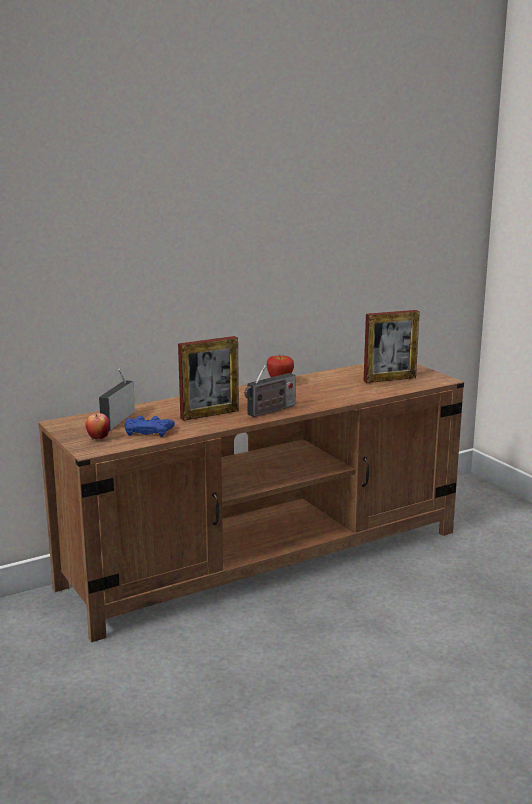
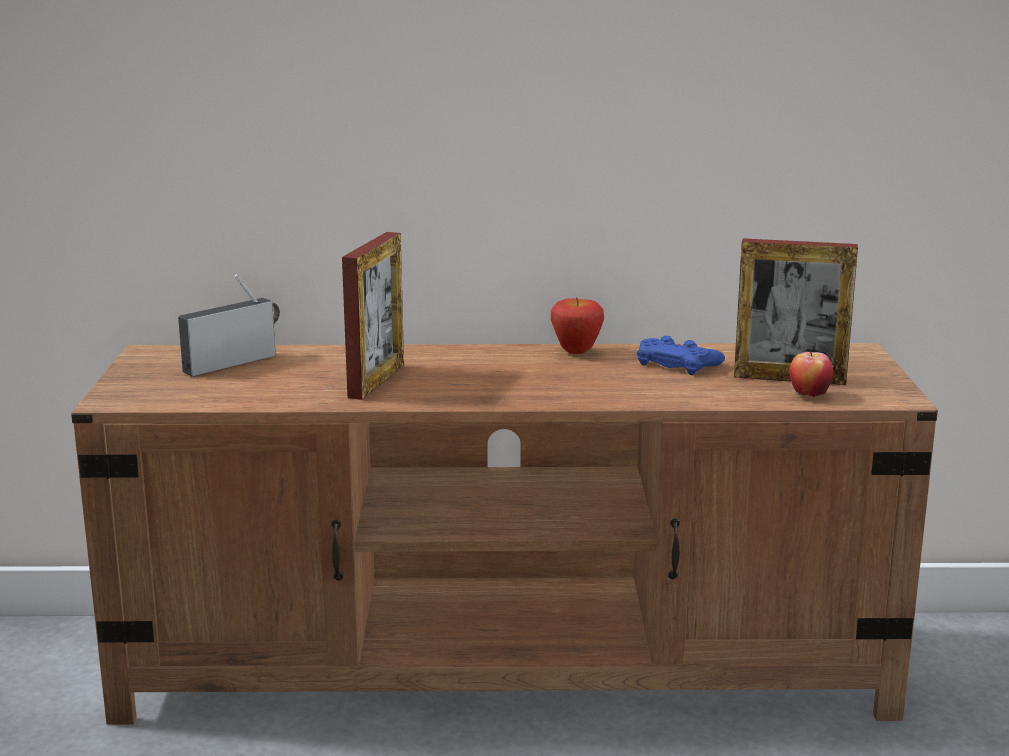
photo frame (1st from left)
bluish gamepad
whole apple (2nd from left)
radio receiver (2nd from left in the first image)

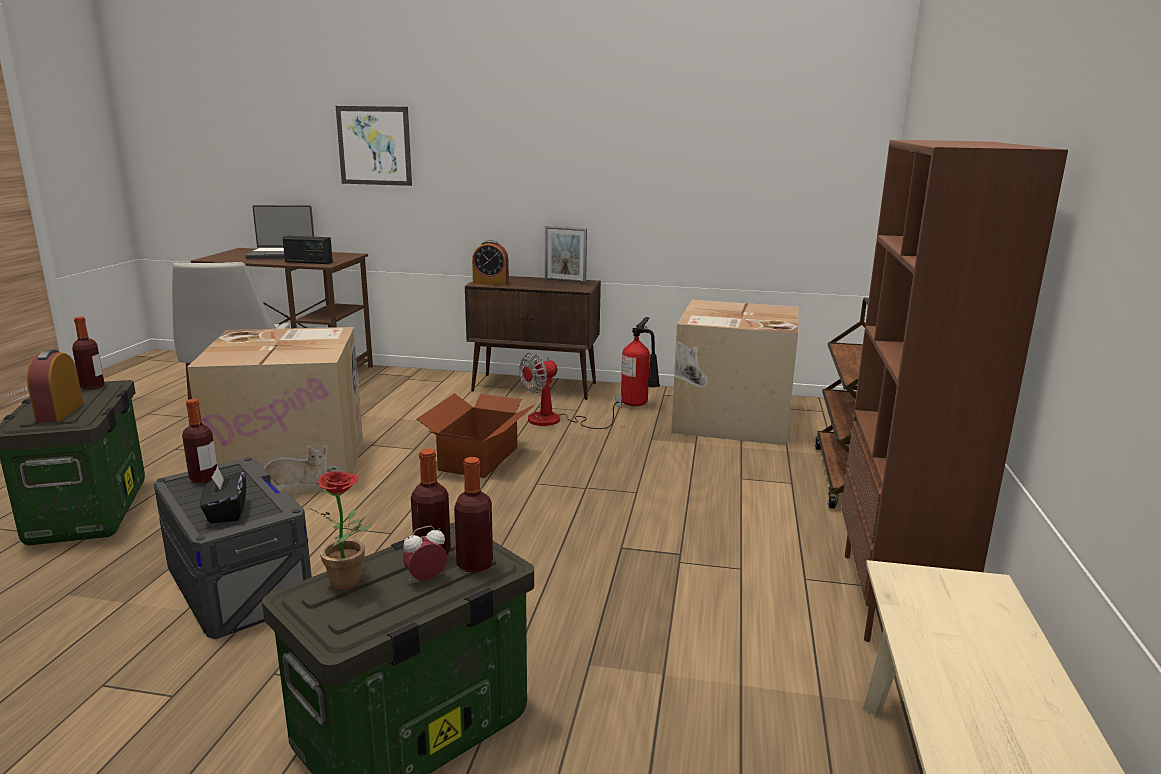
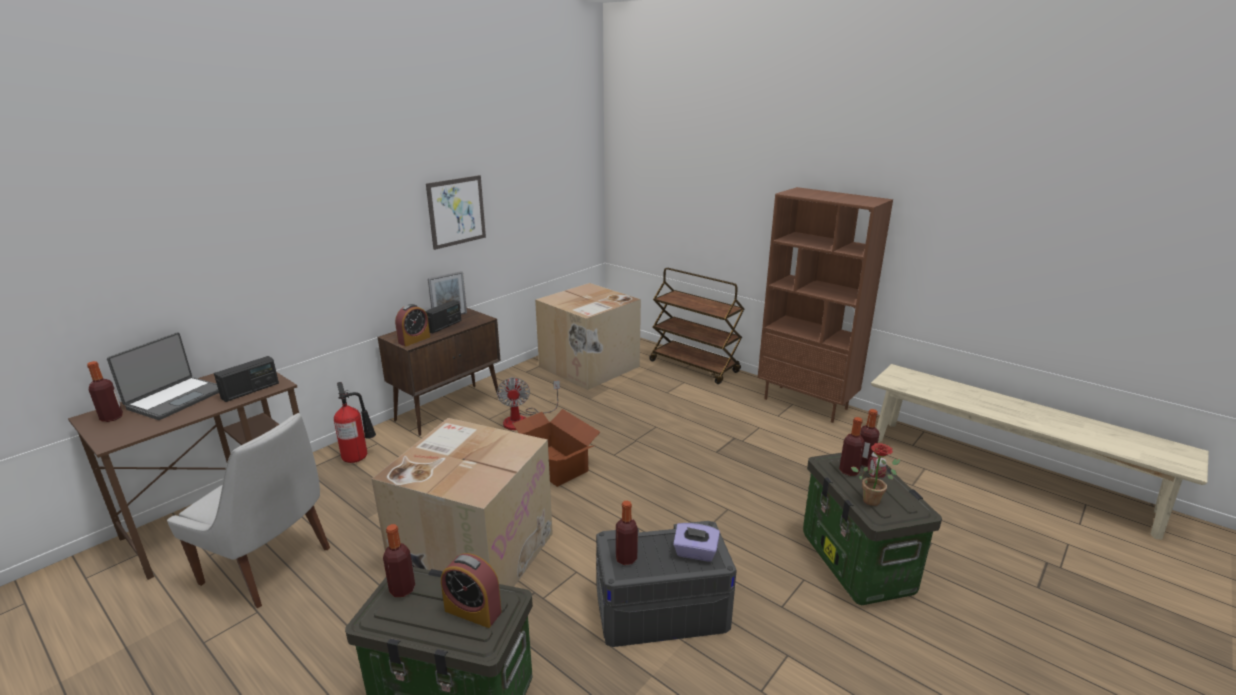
bottle (1st from left)
extinguisher
radio receiver (2nd from left)
wall picture
purplish box of tissues

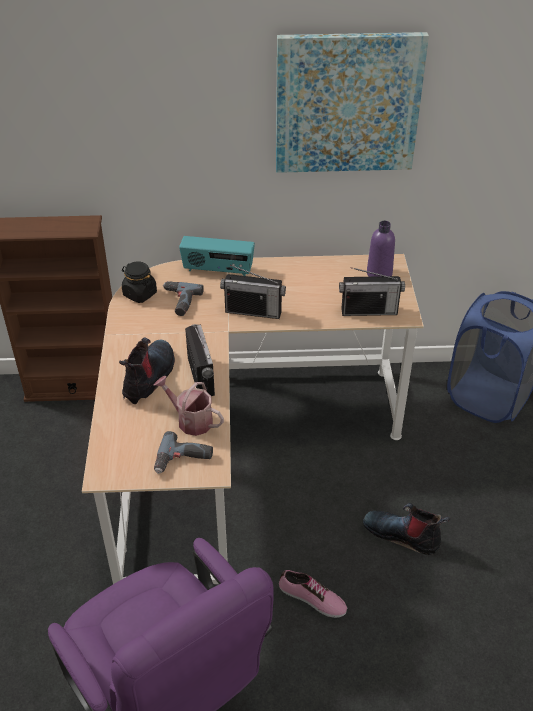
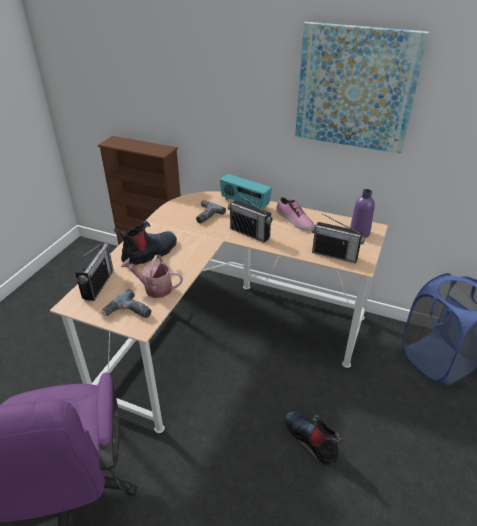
radio receiver (1st from left)
watering can
low shoe
black-coloured preserve jar

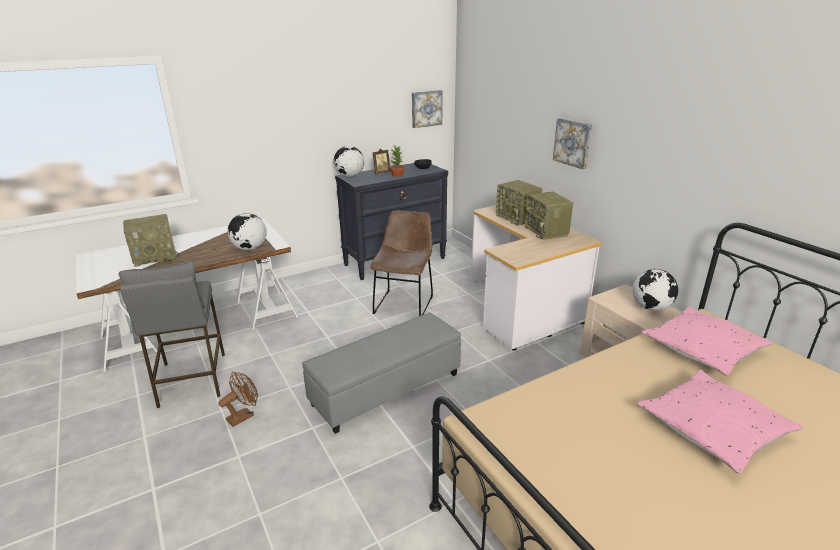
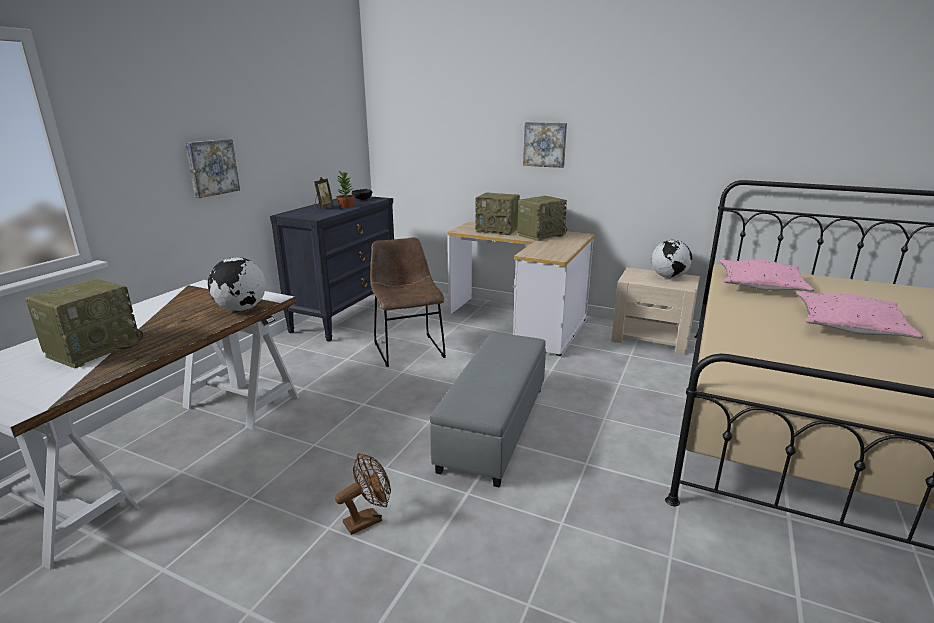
wall picture (1st from left)
brown-coloured fan
radio receiver (3rd from left)
greyish sitting stool
desk globe (2nd from left in the first image)

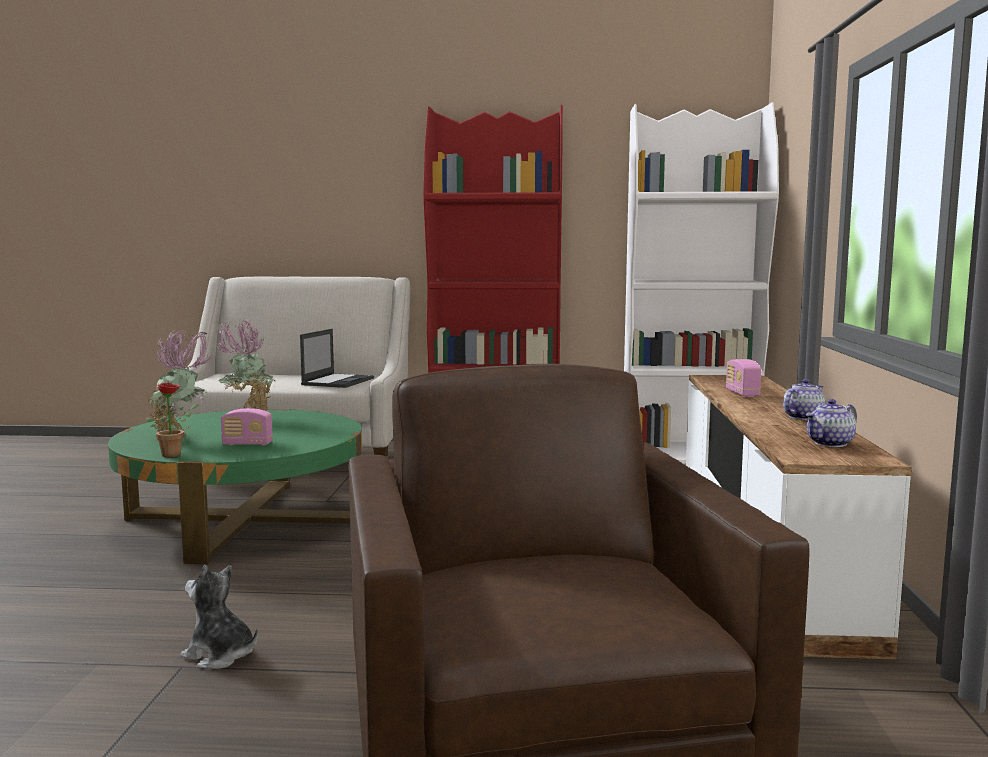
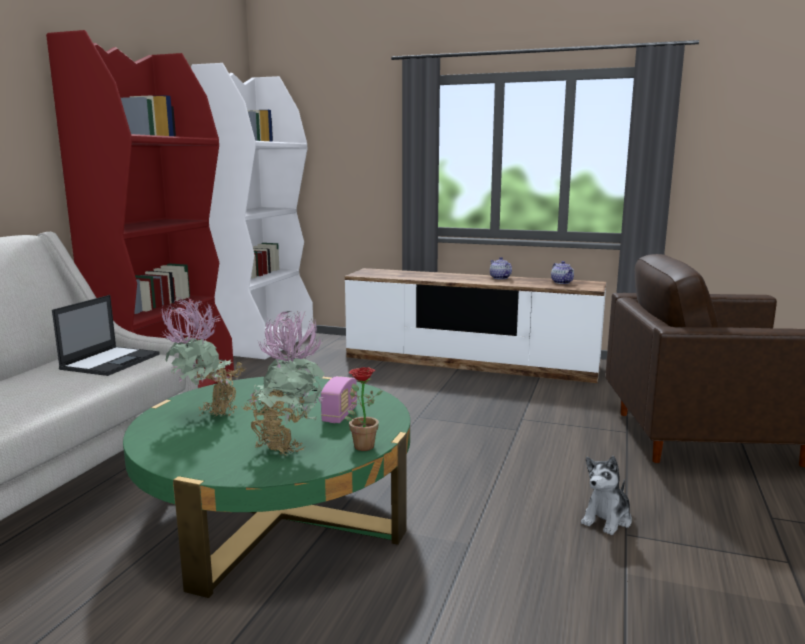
notebook computer
radio receiver (2nd from left in the first image)

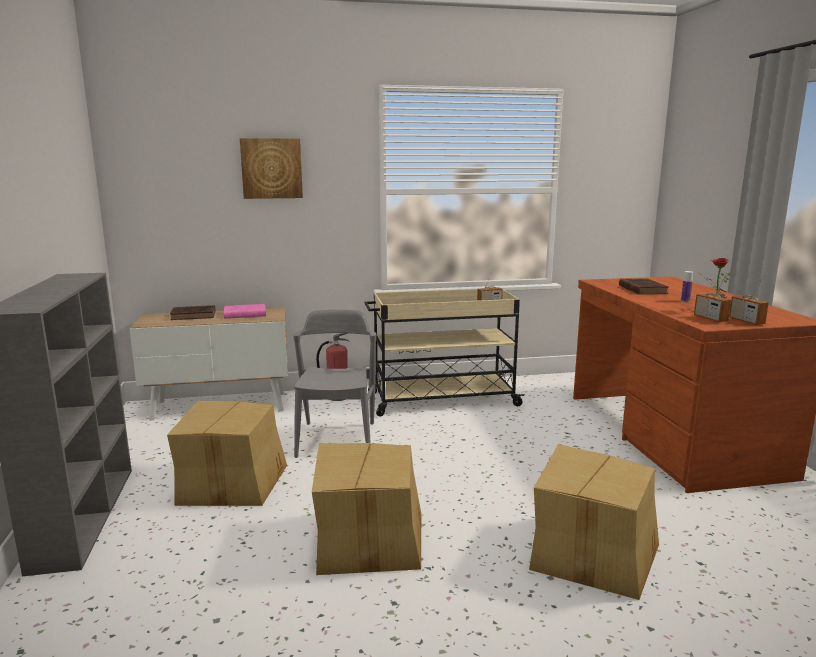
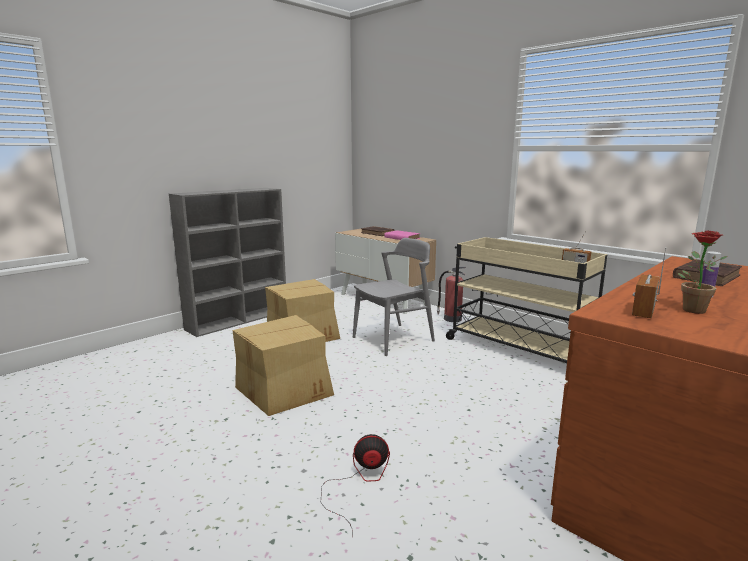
fan
wall picture
radio receiver (3rd from left in the first image)

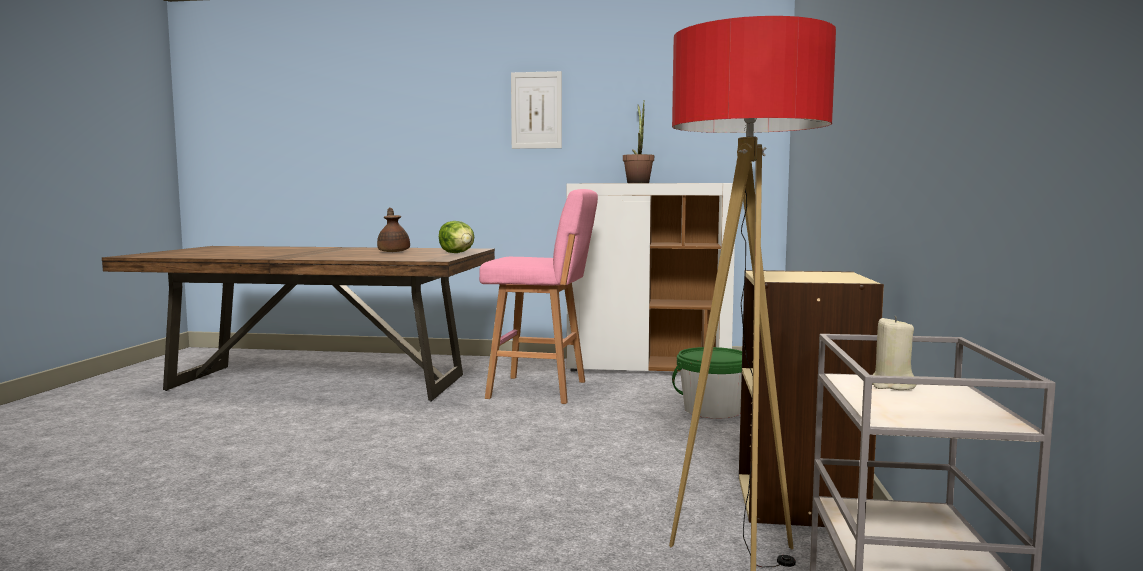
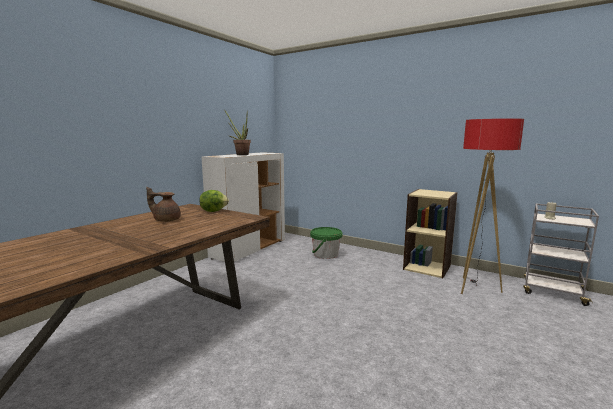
pink sitting stool
wall picture

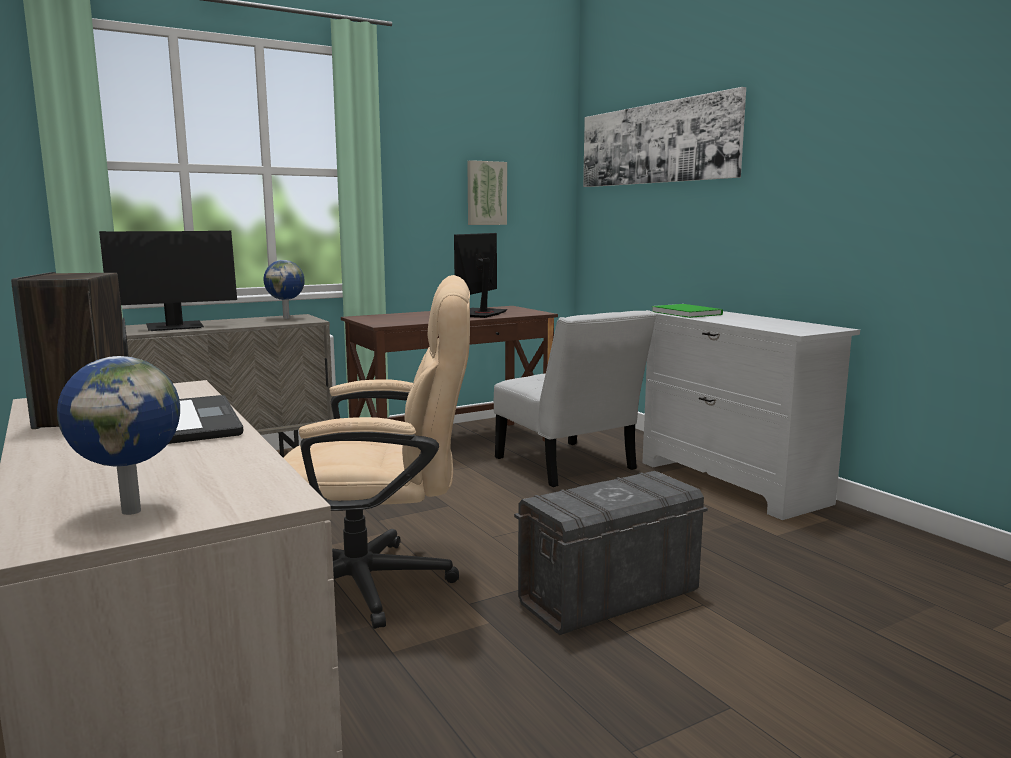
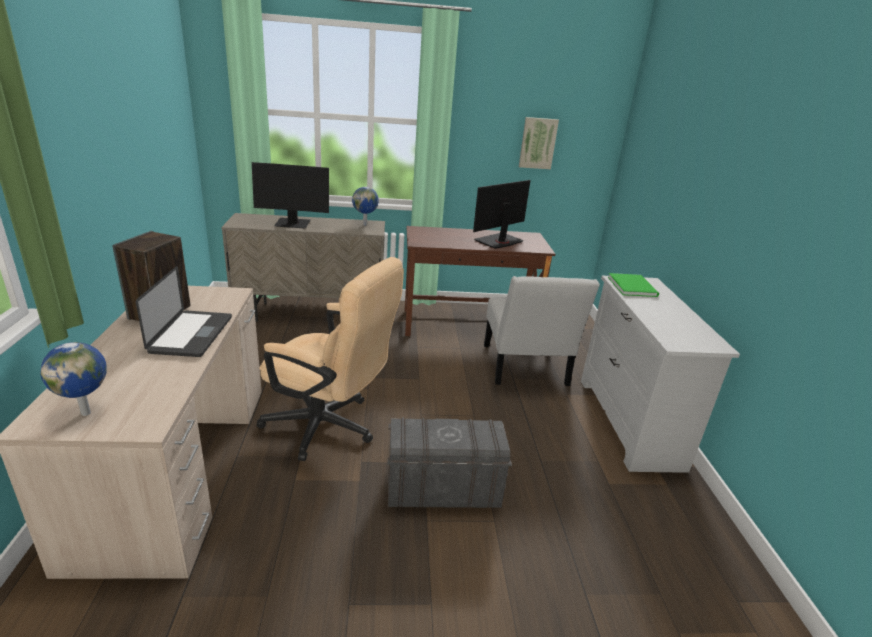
wall picture (2nd from left in the first image)

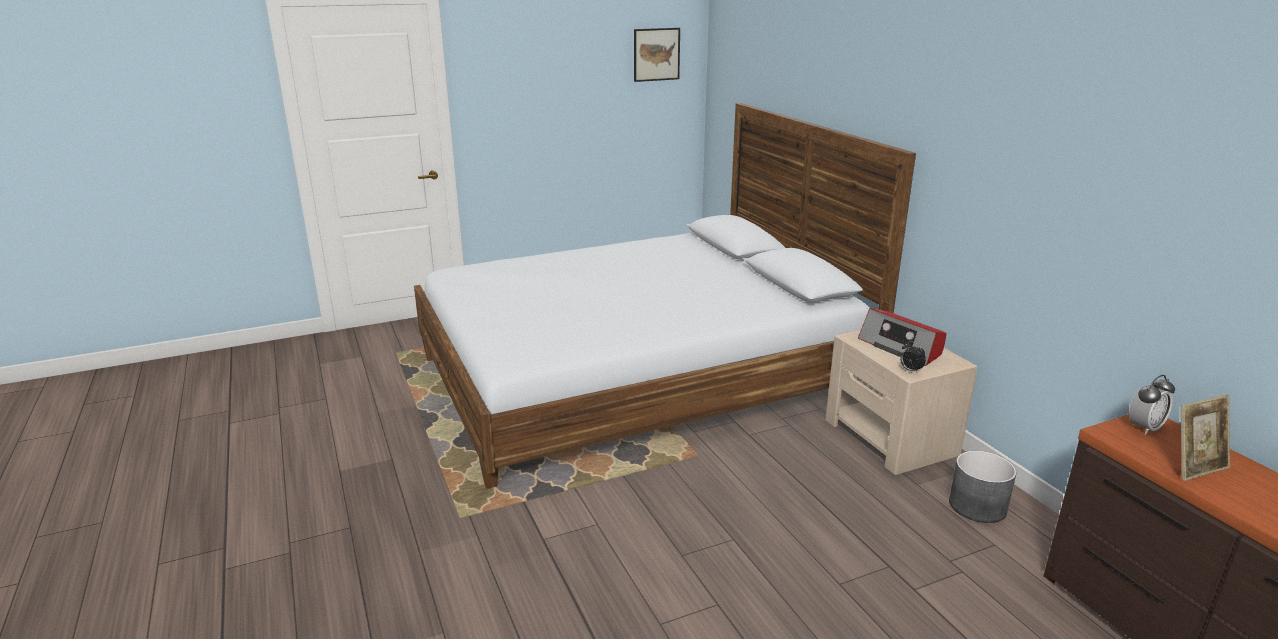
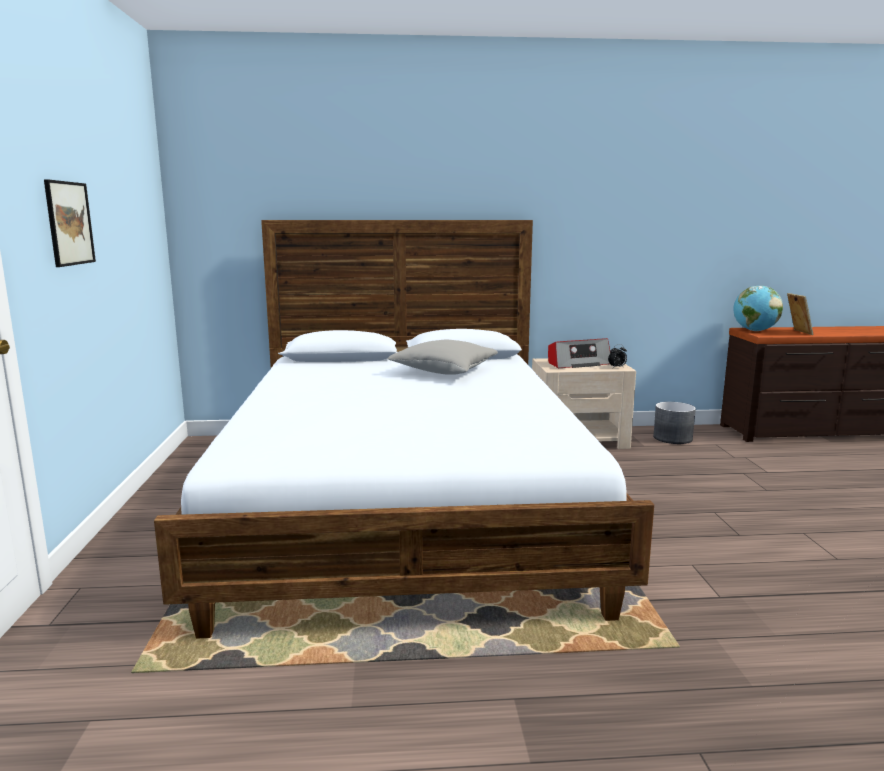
wall picture
greyish throw pillow
desk globe

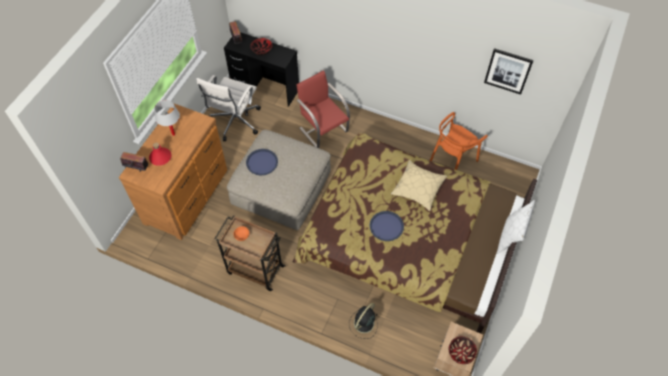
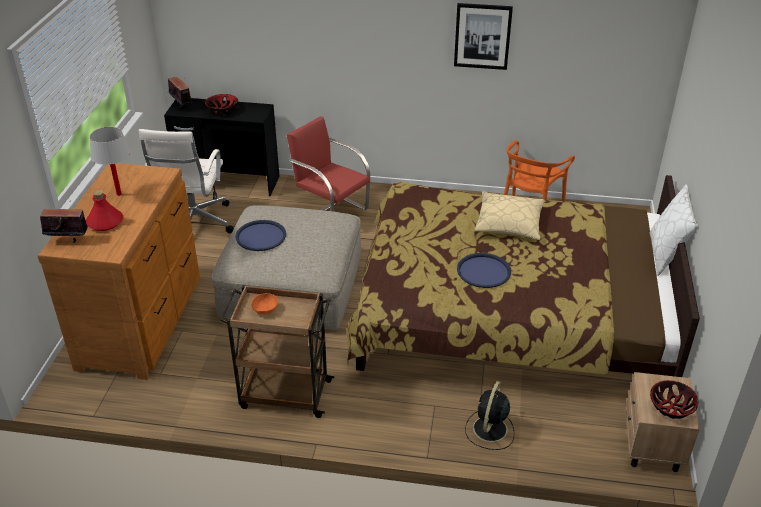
wall picture

